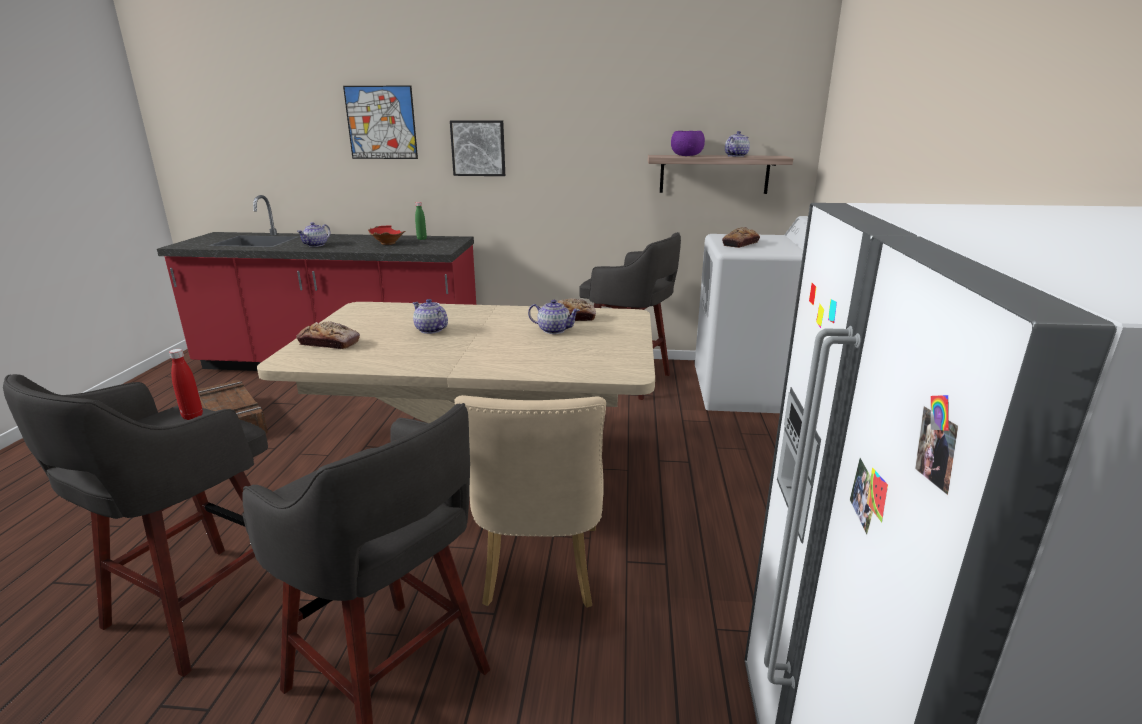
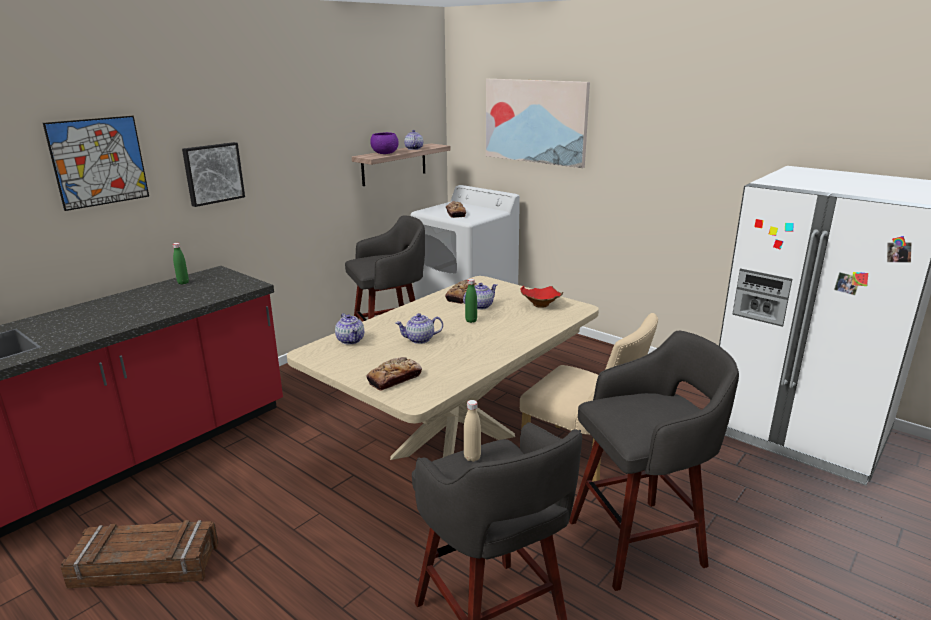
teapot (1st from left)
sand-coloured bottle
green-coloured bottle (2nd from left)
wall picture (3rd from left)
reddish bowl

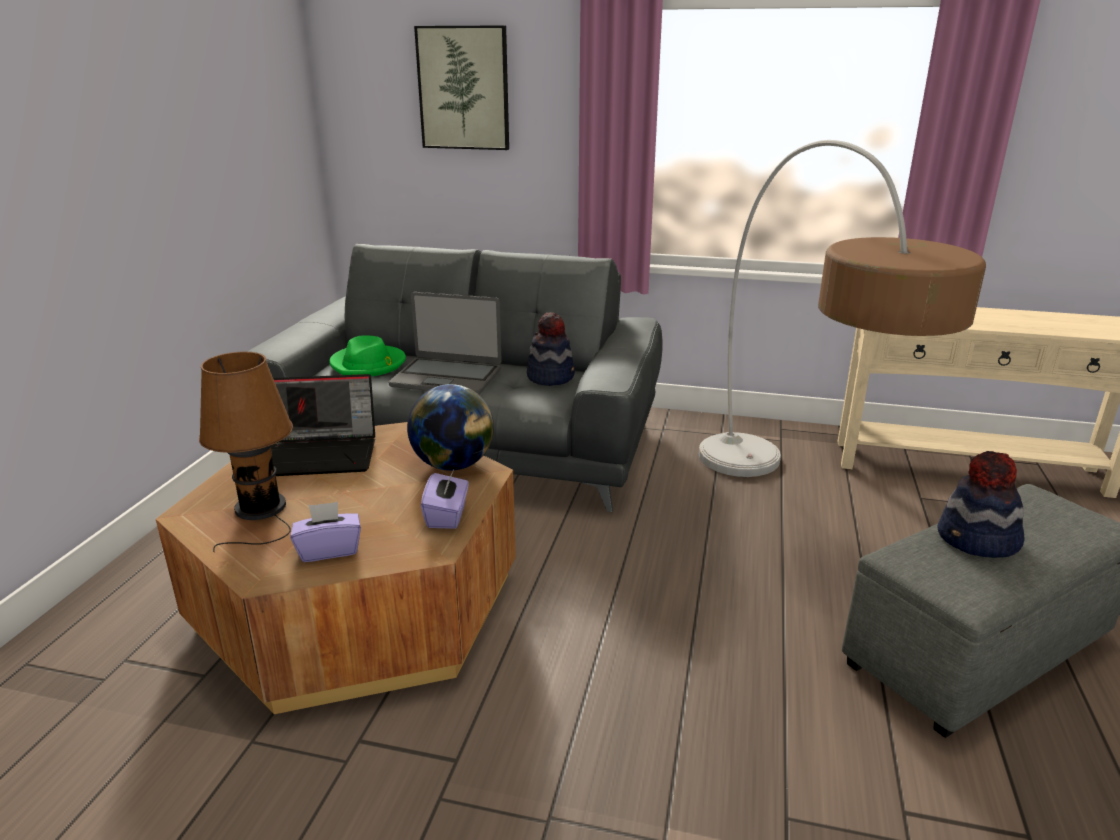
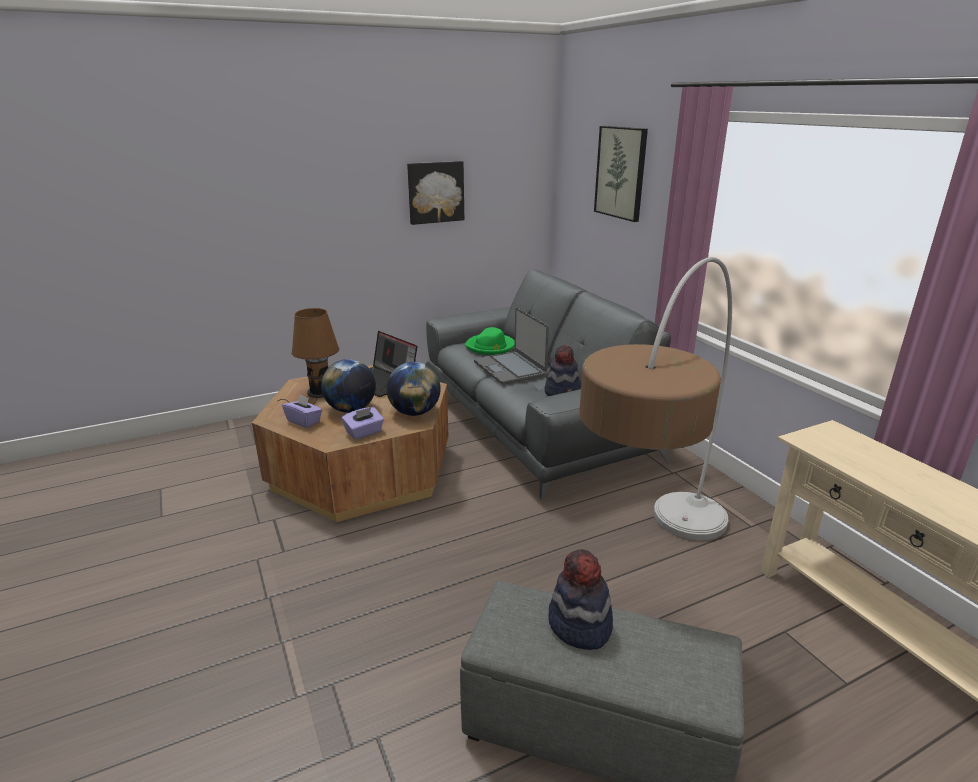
desk globe (1st from left)
wall picture (1st from left)

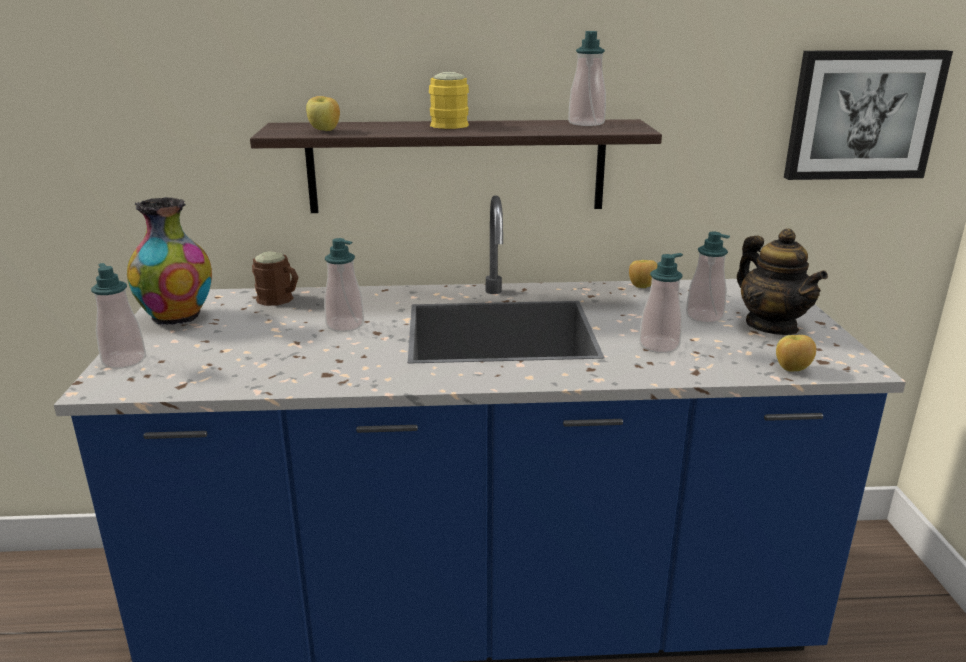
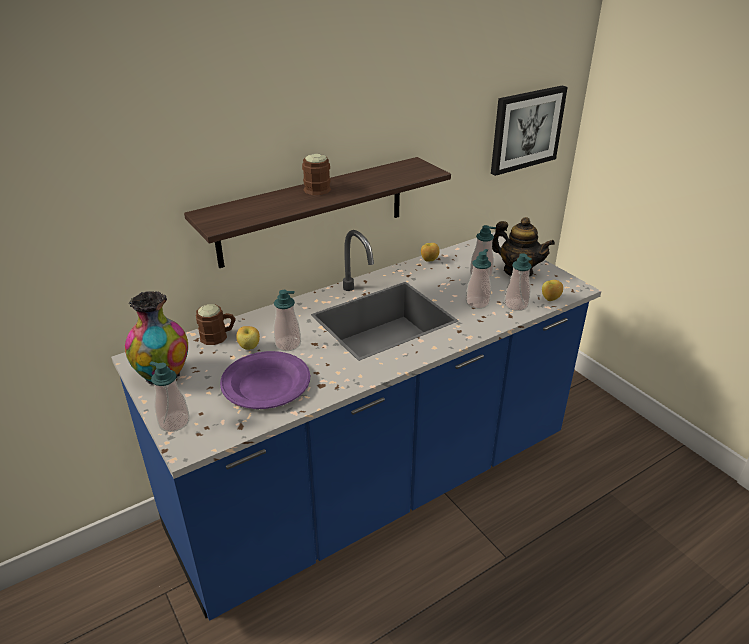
purplish dinner plate
whole apple (1st from left)
brown-coloured coffee mug (2nd from left)
liquid soap bottle (5th from left)

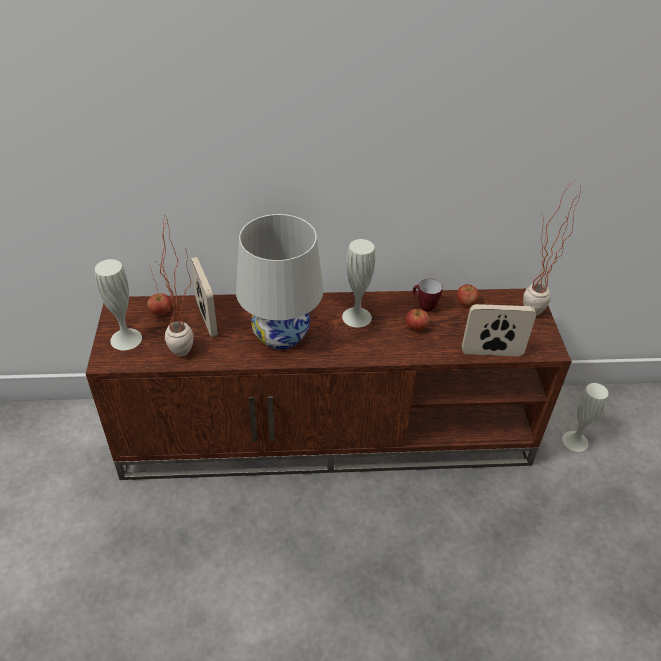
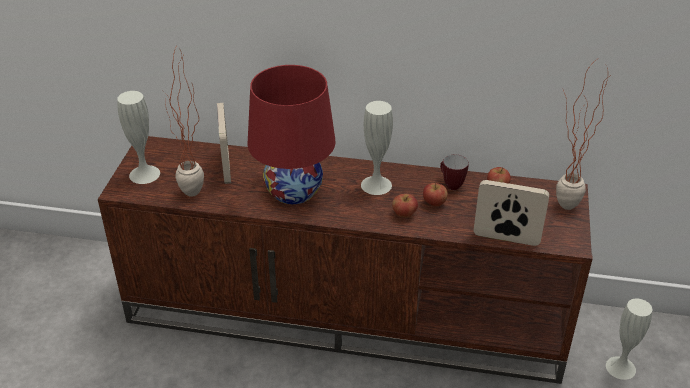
reddish tabletop lamp
whole apple (1st from left)

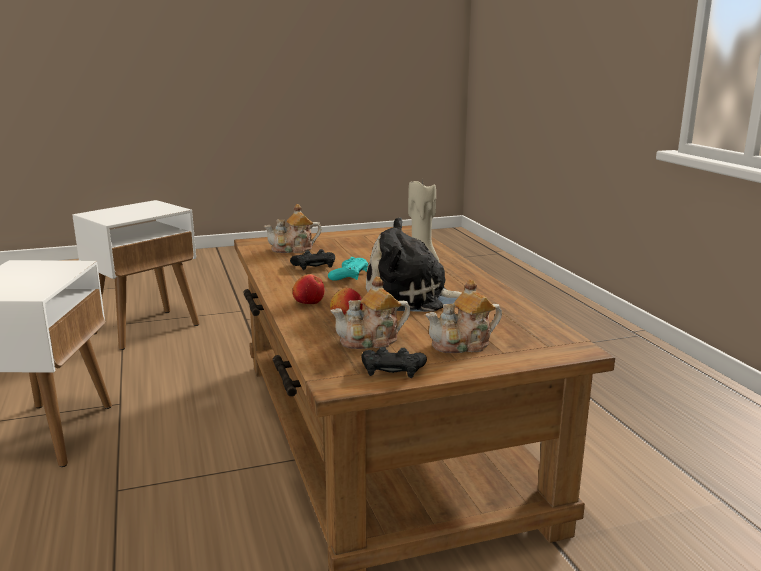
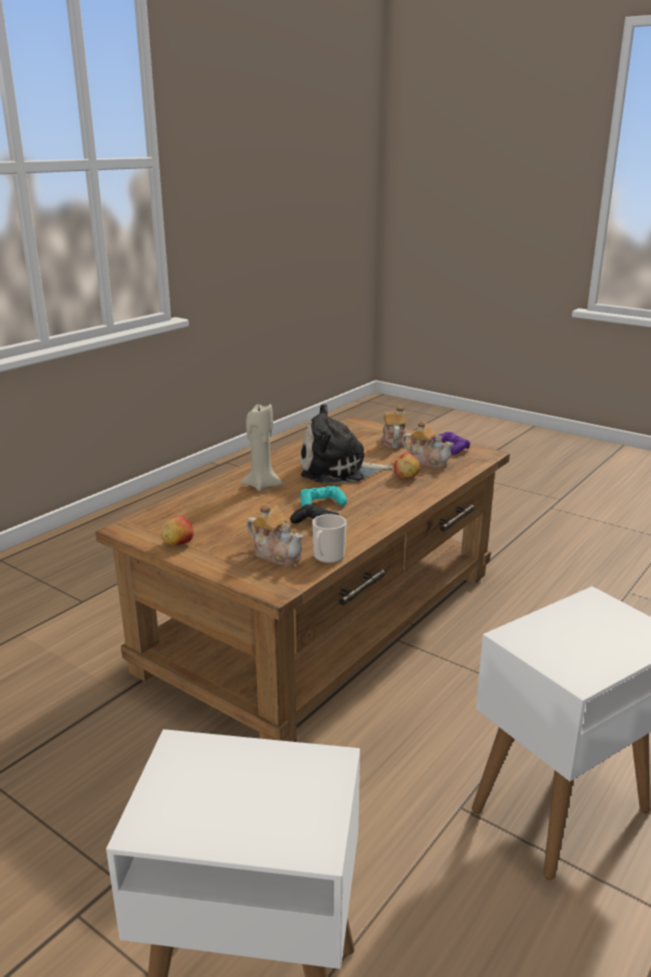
whole apple (1st from left)
plush toy
coffee mug
teapot (2nd from left)
purplish gamepad

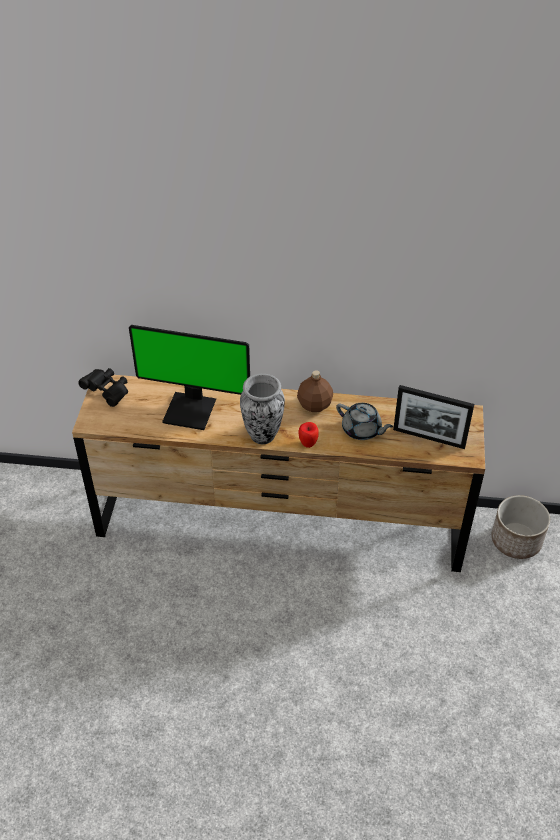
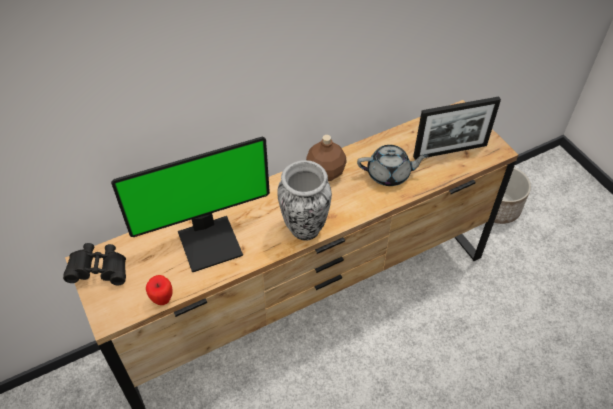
whole apple

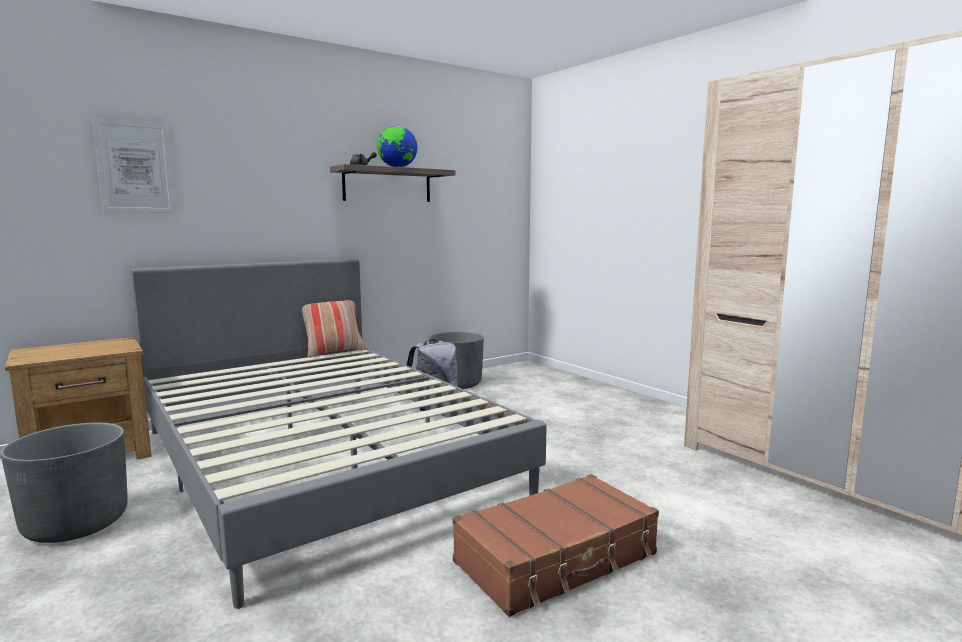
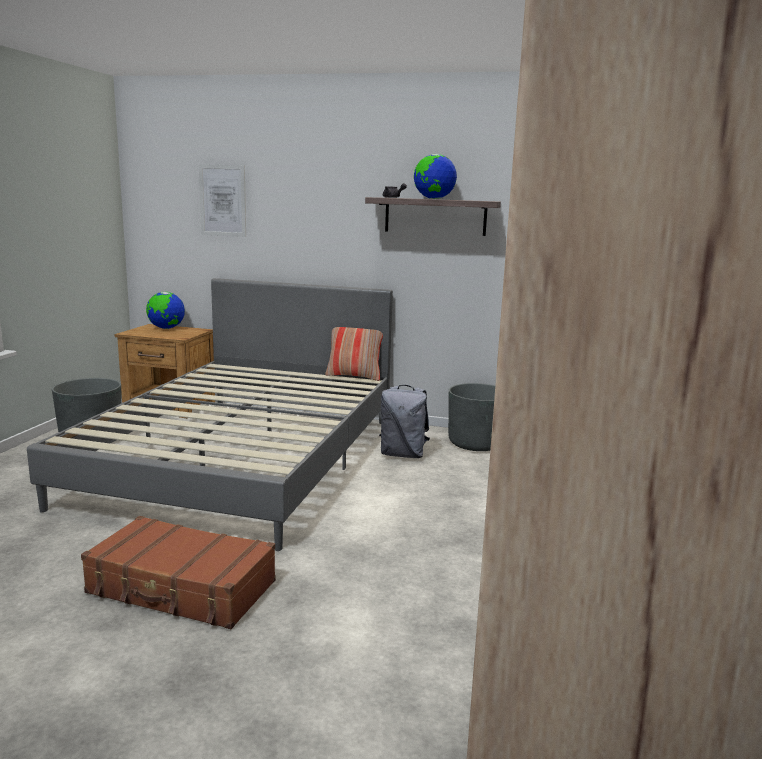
desk globe (1st from left)

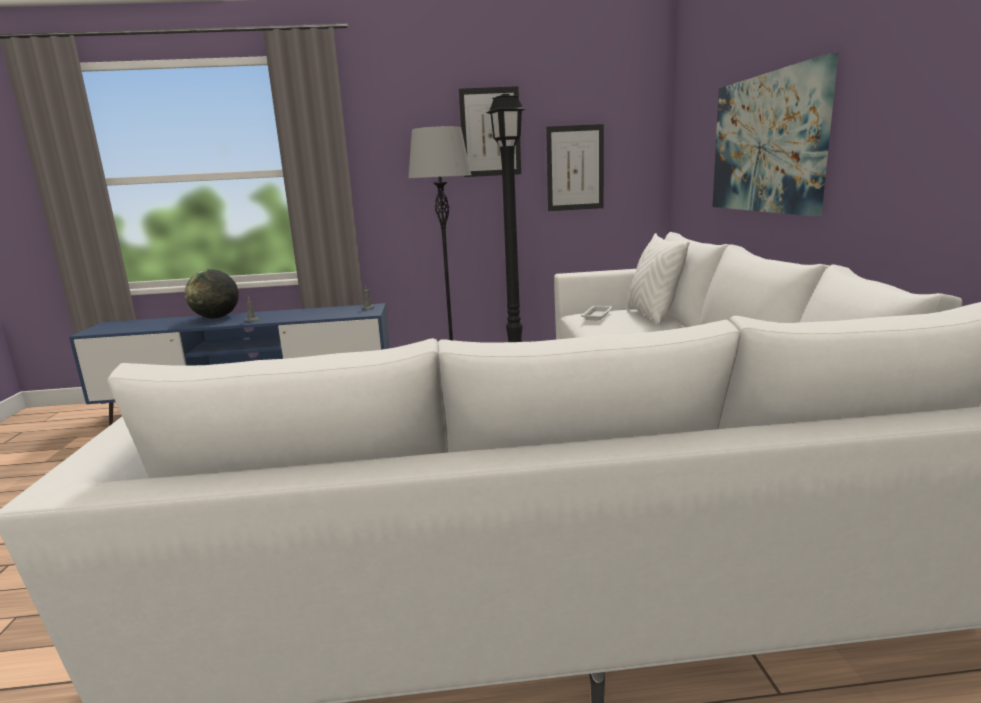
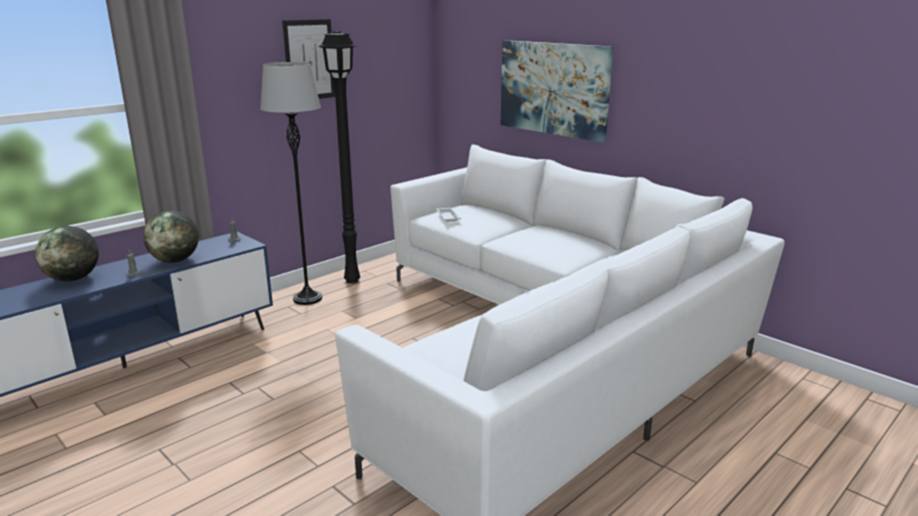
desk globe (2nd from left)
wall picture (2nd from left in the first image)
white-coloured throw pillow

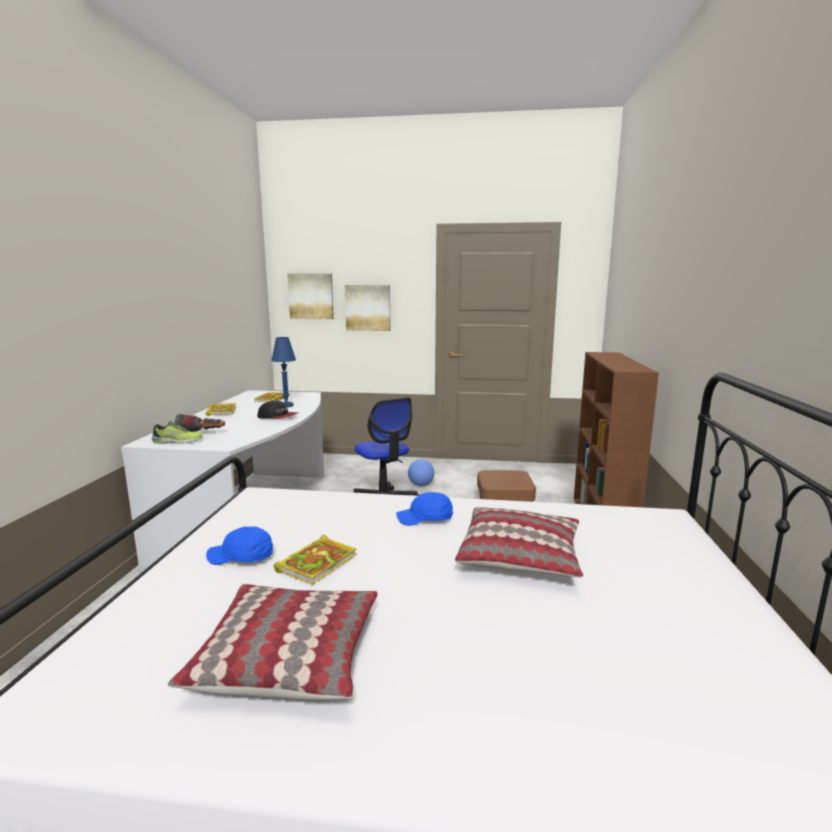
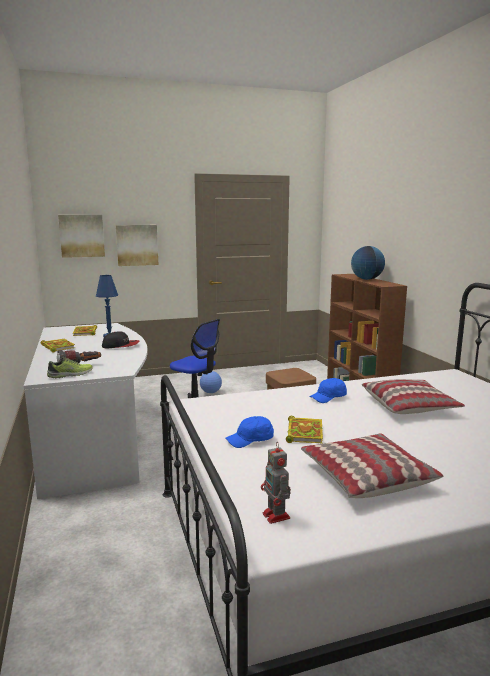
model robot
desk globe

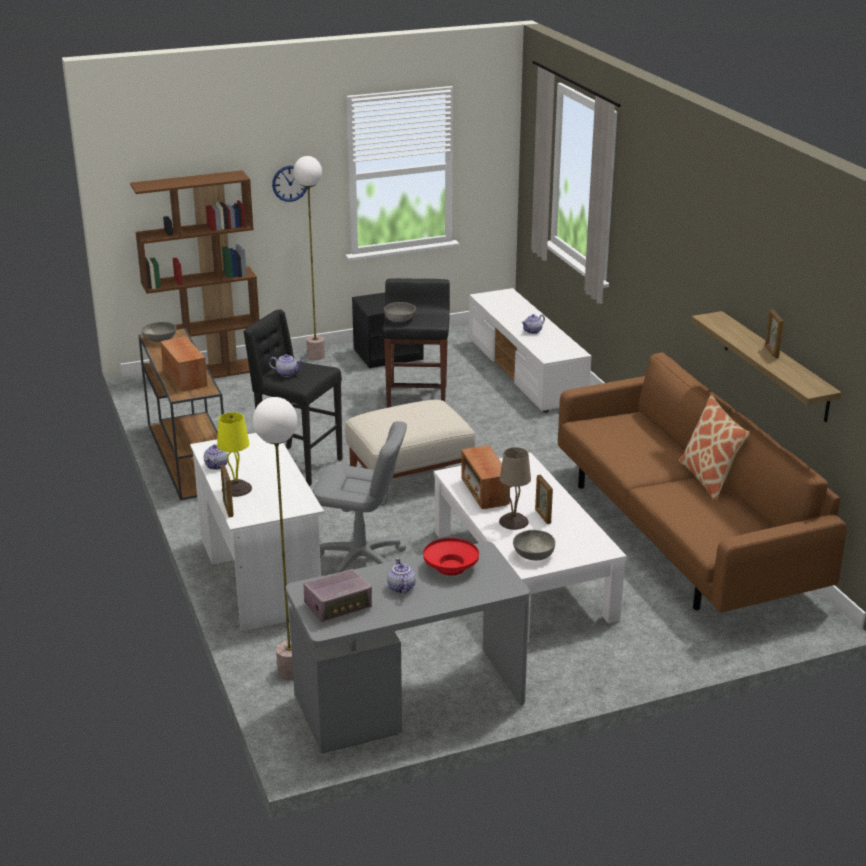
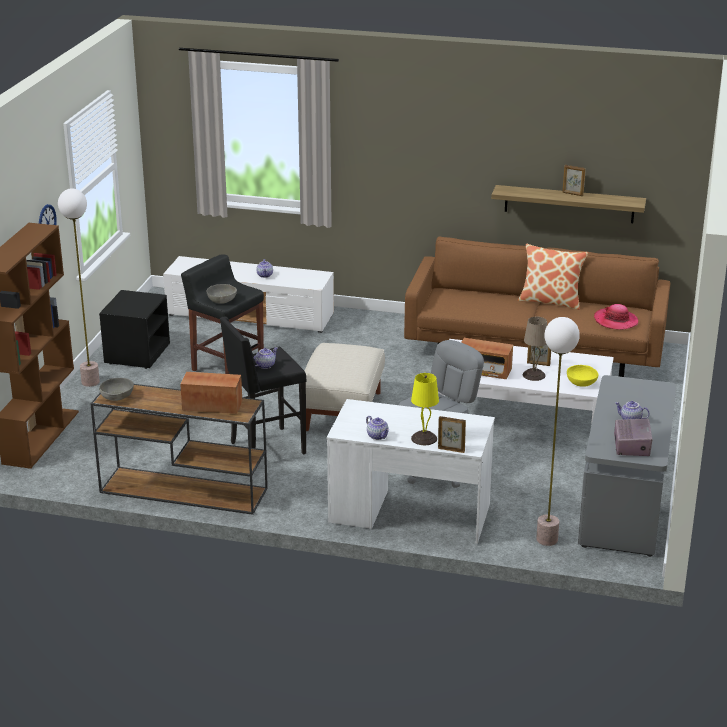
yellow-coloured bowl
hat
reddish bowl

